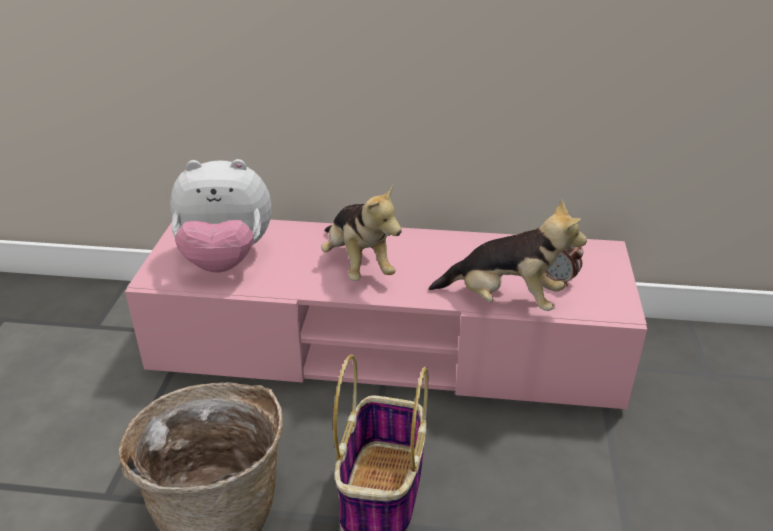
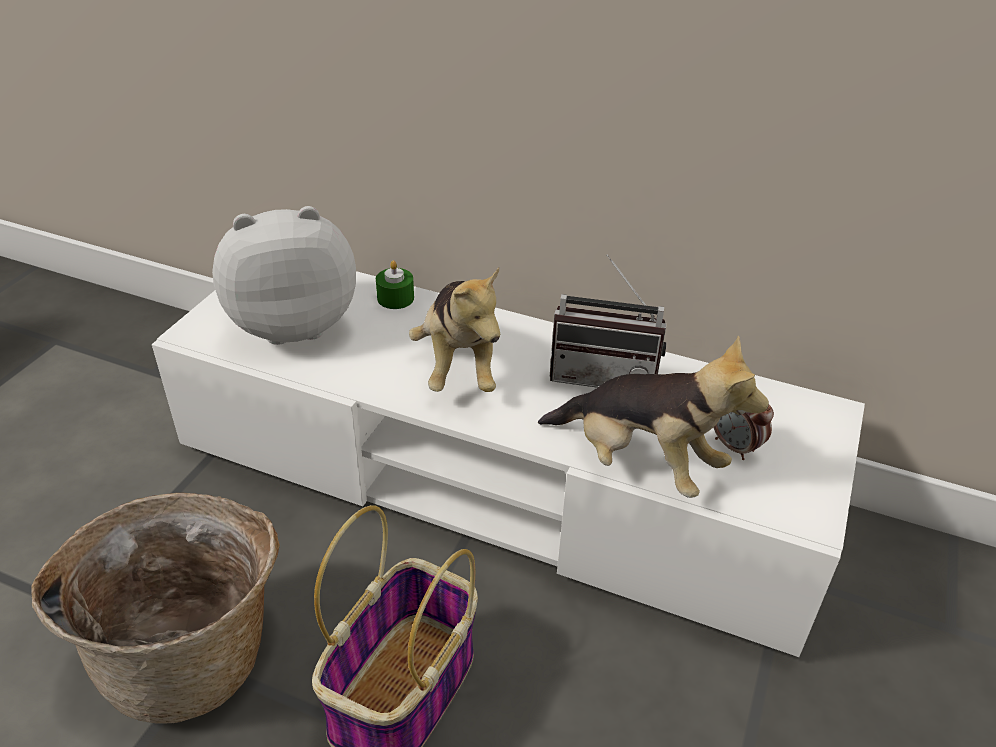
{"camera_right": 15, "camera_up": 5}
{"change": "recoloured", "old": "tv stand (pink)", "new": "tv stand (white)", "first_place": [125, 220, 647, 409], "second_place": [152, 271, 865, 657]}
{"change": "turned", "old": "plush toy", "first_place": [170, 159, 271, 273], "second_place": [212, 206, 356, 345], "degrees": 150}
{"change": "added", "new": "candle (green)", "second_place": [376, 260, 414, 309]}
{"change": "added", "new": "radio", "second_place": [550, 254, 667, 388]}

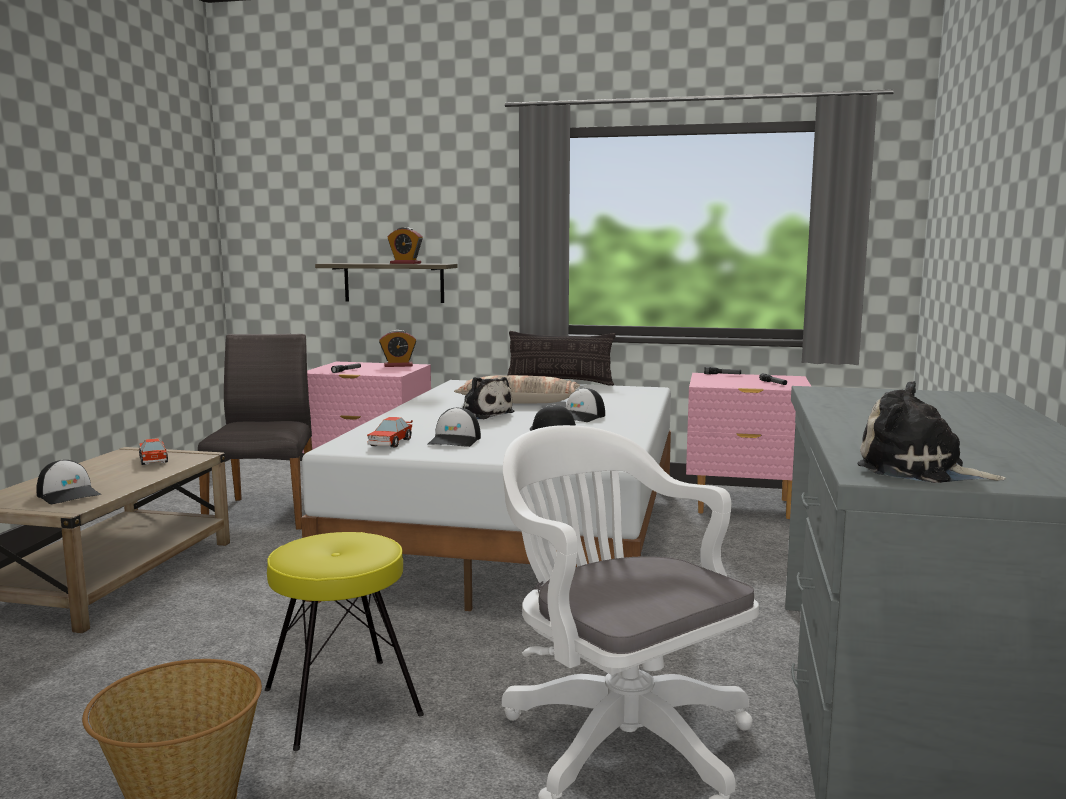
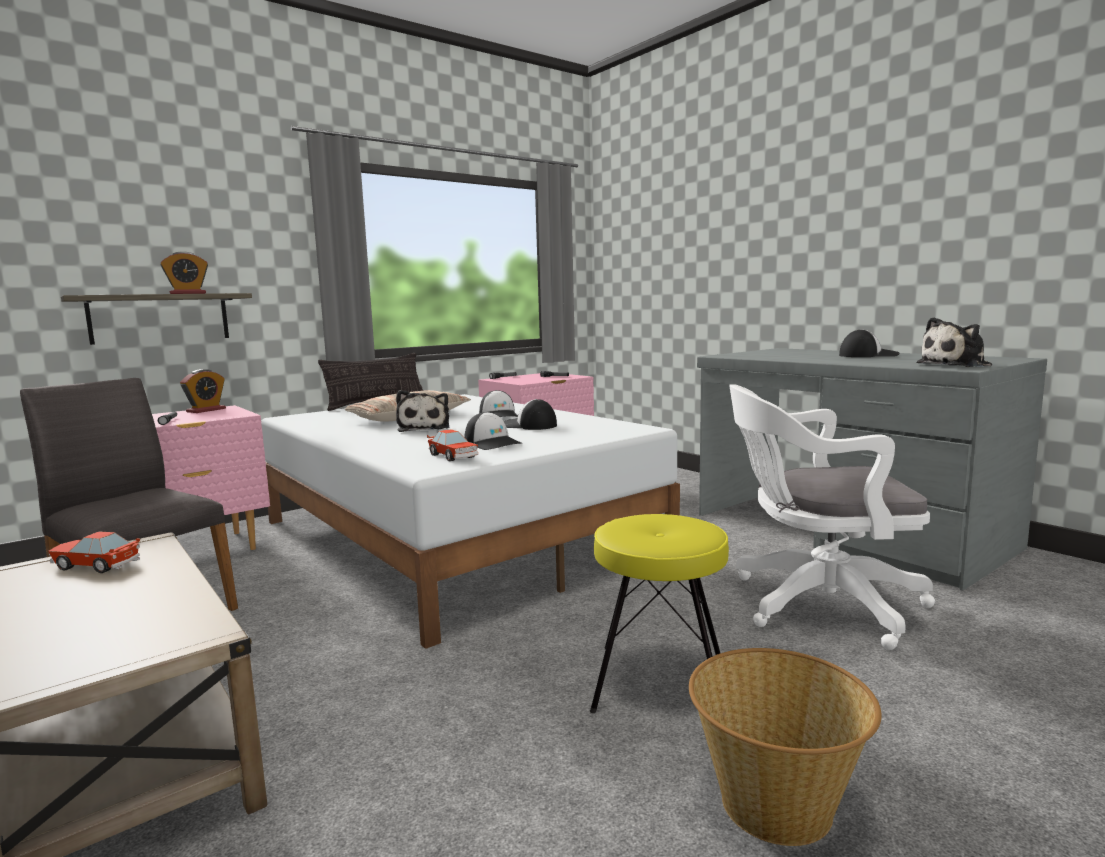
{"camera_right": -50, "camera_up": 0}
{"change": "moved", "old": "cap", "first_place": [36, 460, 101, 504], "second_place": [839, 329, 900, 357]}
{"change": "turned", "old": "plush toy", "first_place": [463, 377, 514, 419], "second_place": [396, 390, 449, 432], "degrees": 90}

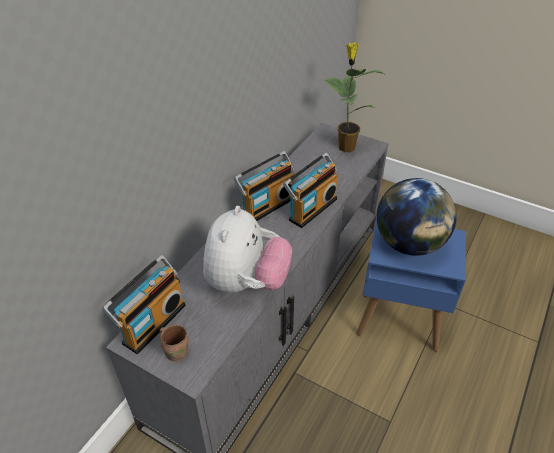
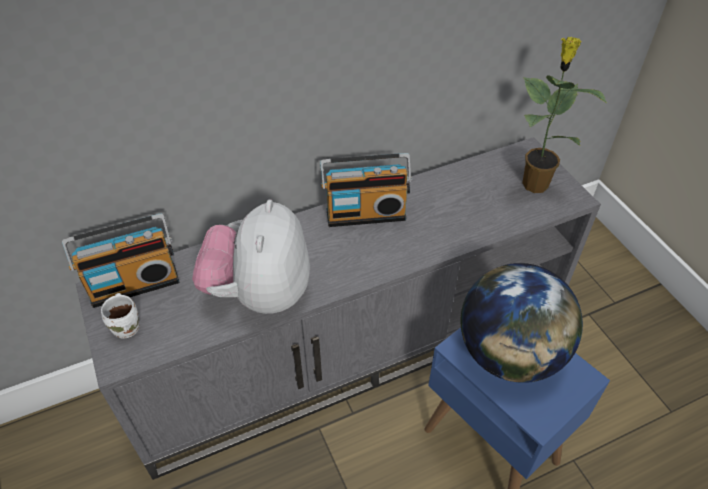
{"camera_right": 35, "camera_up": 5}
{"change": "recoloured", "old": "mug (brown)", "new": "mug (white)", "first_place": [160, 324, 189, 361], "second_place": [101, 293, 139, 339]}
{"change": "turned", "old": "plush toy", "first_place": [203, 206, 292, 293], "second_place": [192, 199, 310, 314], "degrees": 135}
{"change": "removed", "old": "radio", "first_place": [283, 153, 338, 228]}

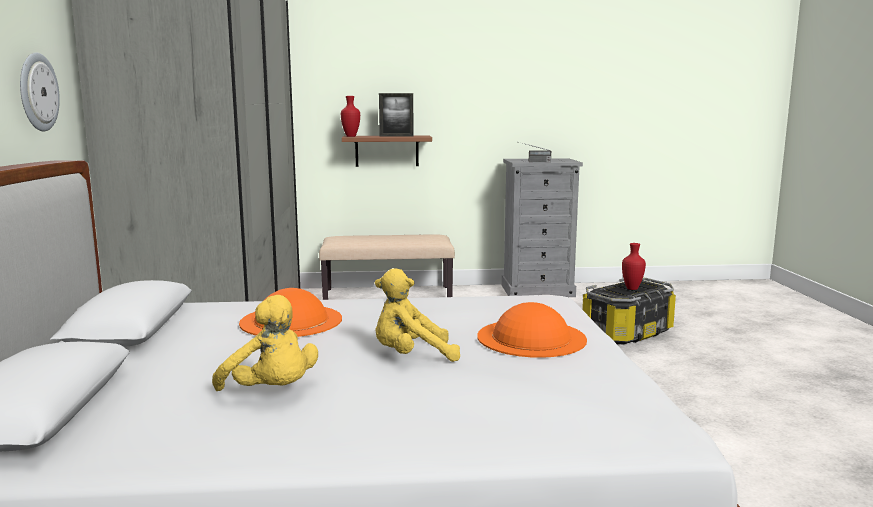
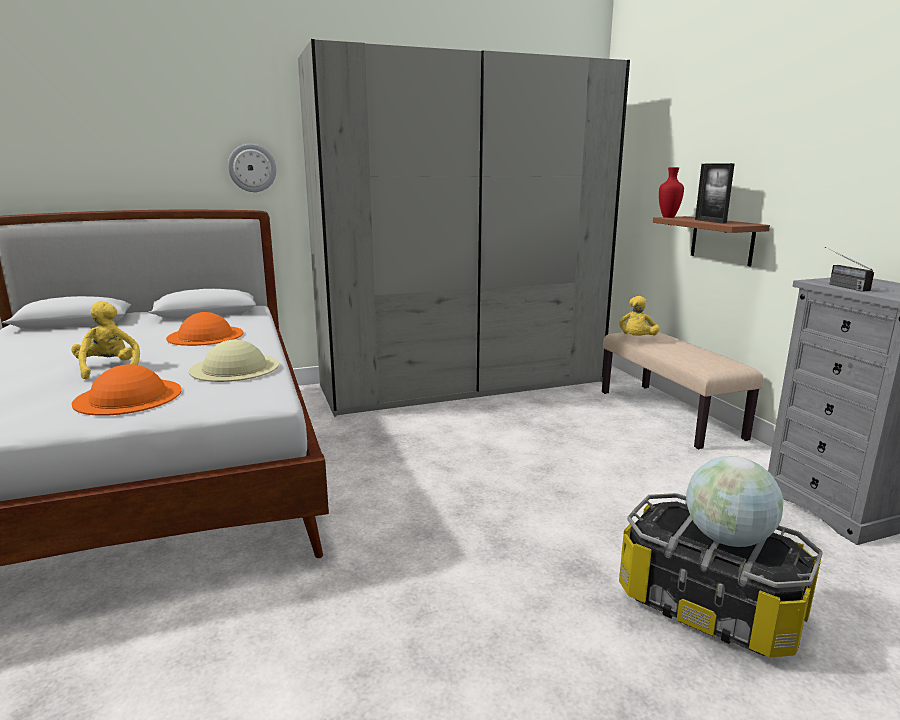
{"camera_right": 75, "camera_up": 5}
{"change": "moved", "old": "plush toy (yellow)", "first_place": [212, 295, 318, 391], "second_place": [619, 296, 660, 336]}
{"change": "replaced", "old": "vase (red)", "new": "globe", "first_place": [622, 243, 646, 290], "second_place": [686, 456, 783, 547]}
{"change": "added", "new": "hat (beige)", "second_place": [189, 340, 279, 382]}

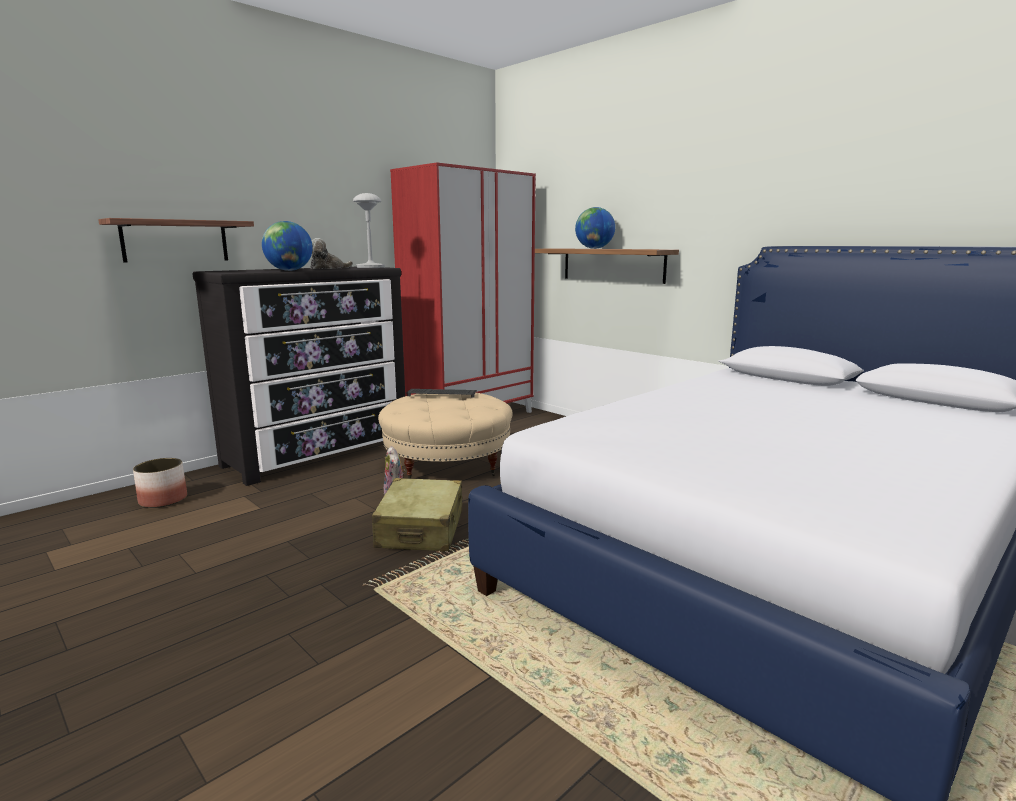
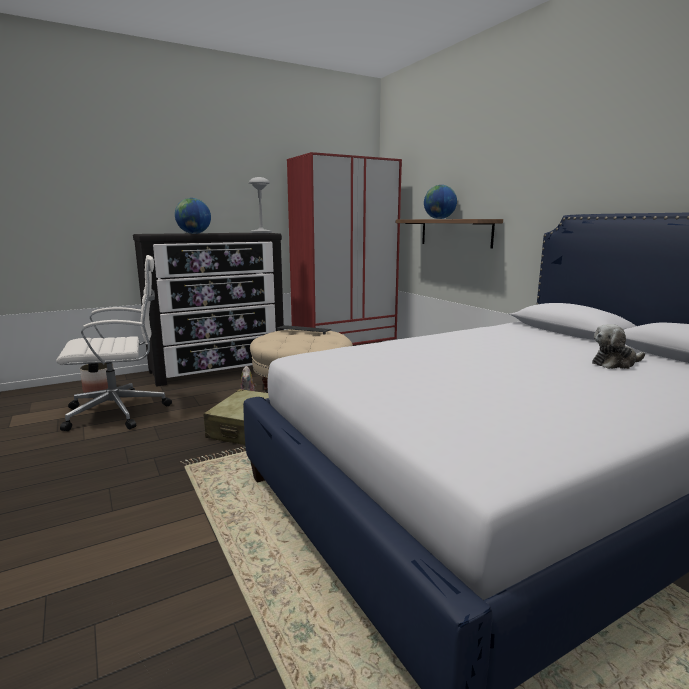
{"camera_right": 15, "camera_up": 0}
{"change": "removed", "old": "shelf", "first_place": [98, 218, 254, 263]}
{"change": "moved", "old": "plush toy", "first_place": [310, 238, 353, 269], "second_place": [592, 324, 645, 369]}
{"change": "added", "new": "office chair (white)", "second_place": [56, 255, 172, 431]}

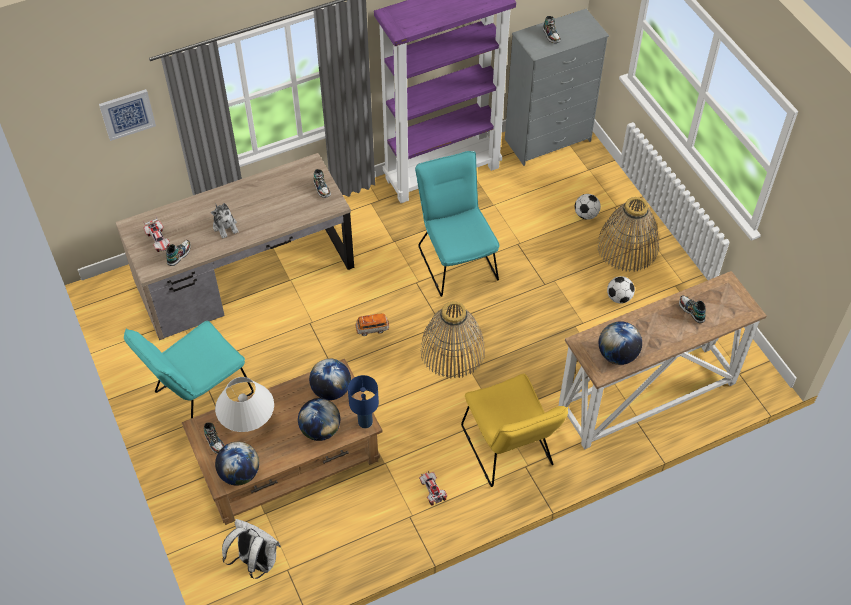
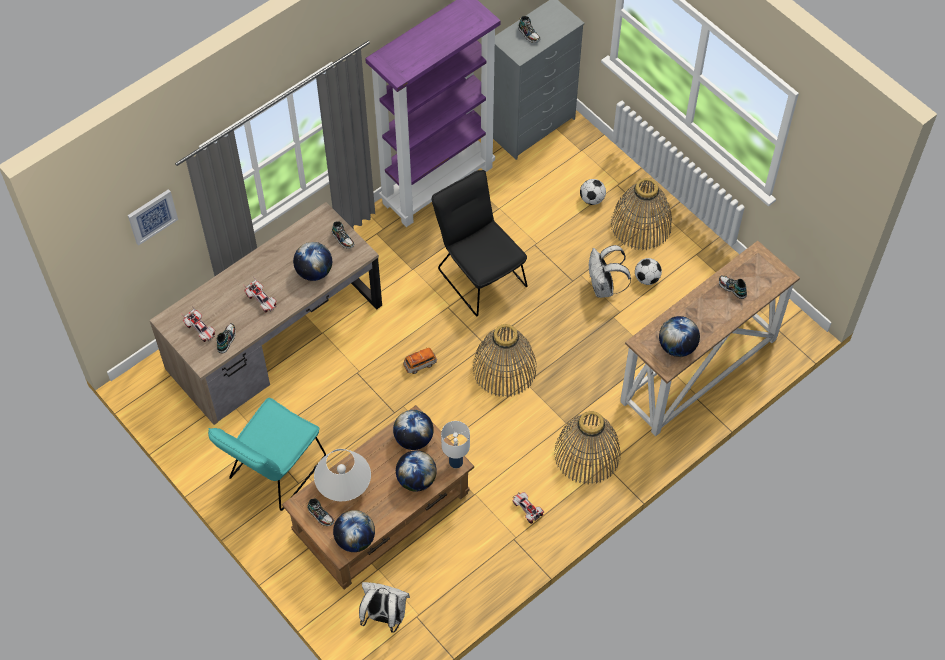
{"camera_right": -15, "camera_up": 5}
{"change": "replaced", "old": "plush toy", "new": "toy car", "first_place": [211, 203, 239, 239], "second_place": [244, 278, 276, 312]}
{"change": "recoloured", "old": "table lamp (blue)", "new": "table lamp (white)", "first_place": [348, 375, 379, 428], "second_place": [441, 421, 470, 468]}
{"change": "recoloured", "old": "chair (turquoise)", "new": "chair (black)", "first_place": [415, 151, 500, 297], "second_place": [432, 170, 528, 316]}
{"change": "replaced", "old": "chair (yellow)", "new": "basket", "first_place": [461, 373, 568, 487], "second_place": [554, 411, 621, 485]}
{"change": "added", "new": "globe", "second_place": [293, 242, 332, 281]}
{"change": "added", "new": "backpack (white)", "second_place": [589, 245, 631, 298]}

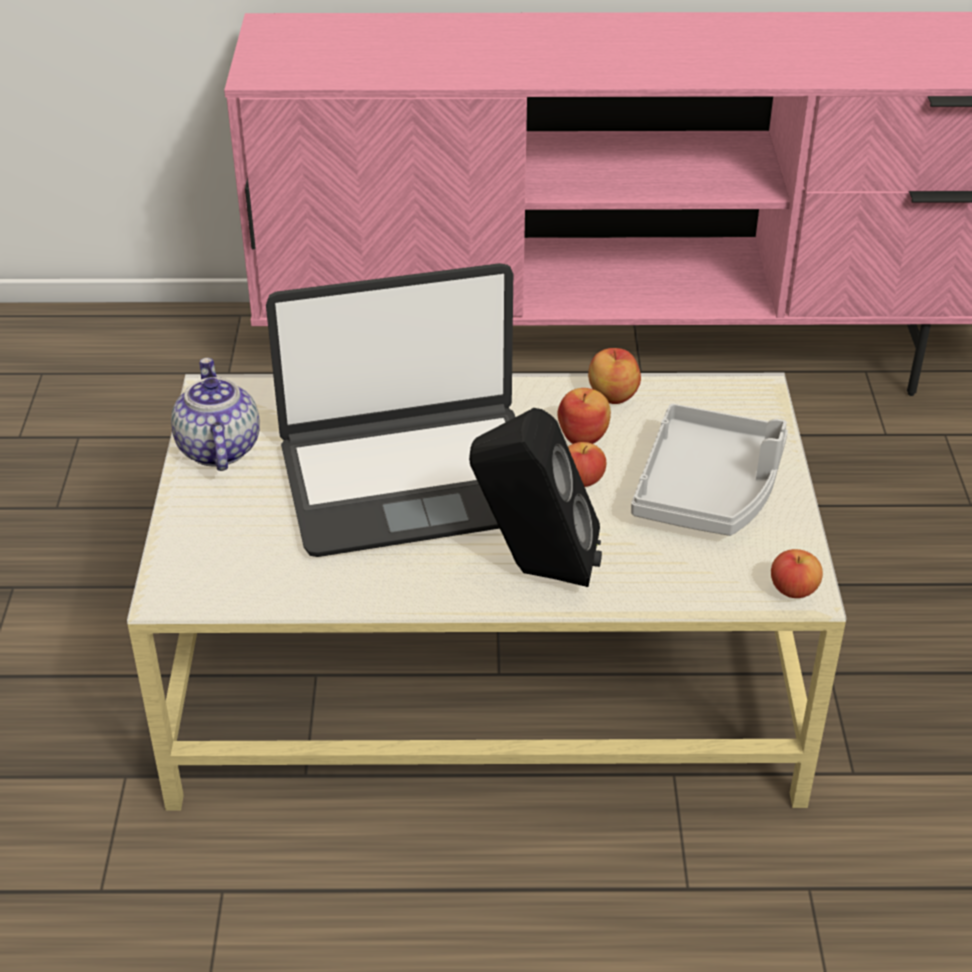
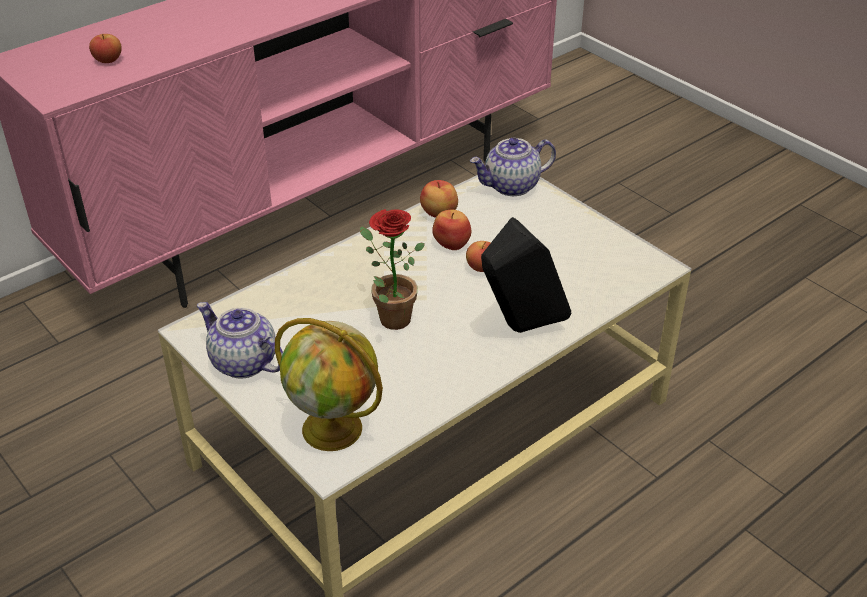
{"camera_right": -40, "camera_up": 0}
{"change": "replaced", "old": "laptop", "new": "potted plant", "first_place": [266, 263, 515, 557], "second_place": [360, 209, 425, 330]}
{"change": "removed", "old": "tray (grey)", "first_place": [631, 404, 788, 536]}
{"change": "moved", "old": "apple", "first_place": [771, 549, 823, 598], "second_place": [89, 34, 122, 63]}
{"change": "added", "new": "globe", "second_place": [275, 318, 383, 451]}
{"change": "added", "new": "teapot", "second_place": [470, 137, 556, 196]}

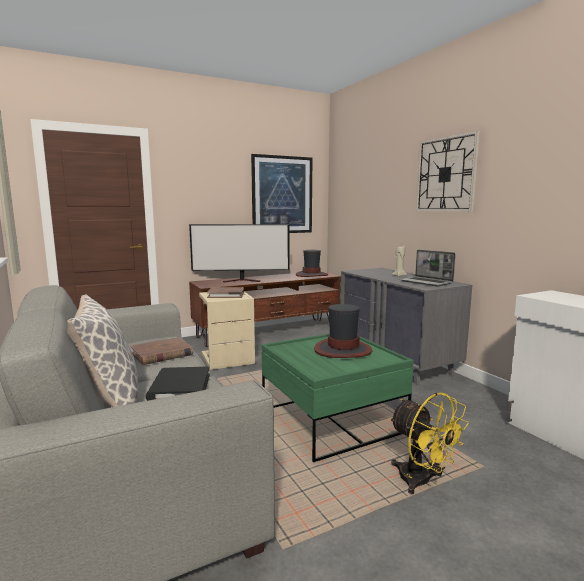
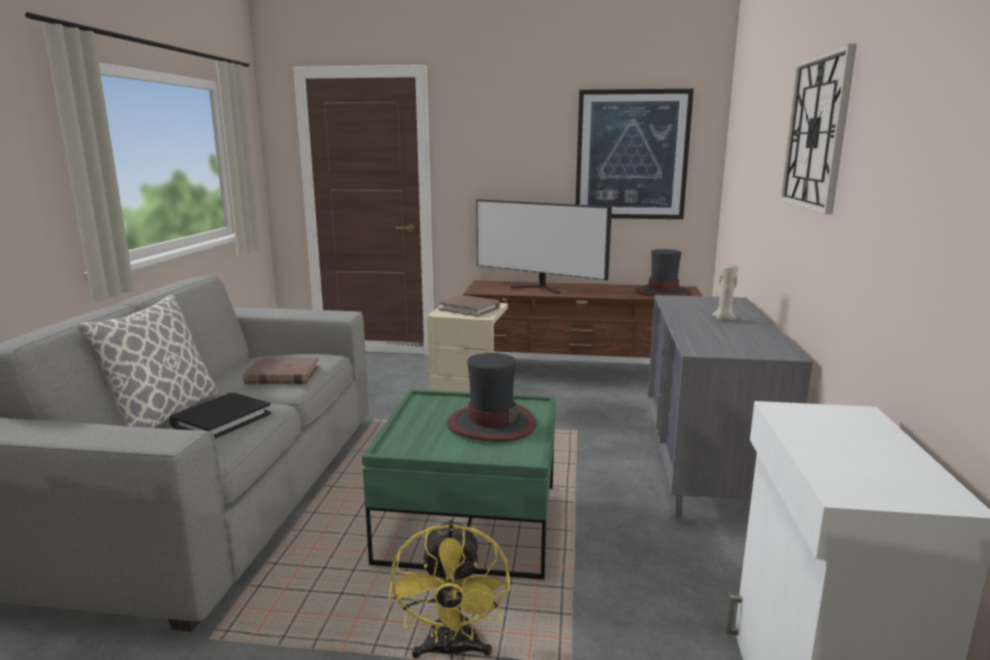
{"camera_right": 35, "camera_up": 5}
{"change": "removed", "old": "laptop", "first_place": [400, 250, 456, 286]}

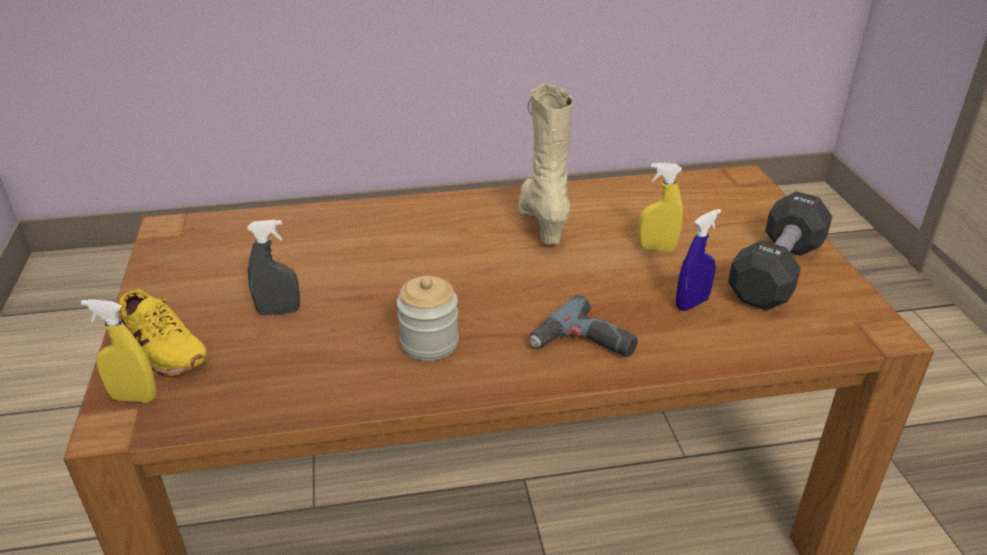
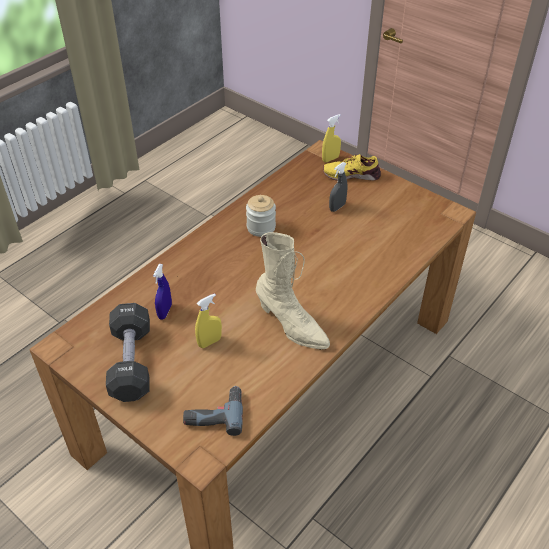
{"camera_right": 140, "camera_up": 10}
{"change": "moved", "old": "power drill", "first_place": [530, 295, 638, 357], "second_place": [183, 386, 243, 436]}

